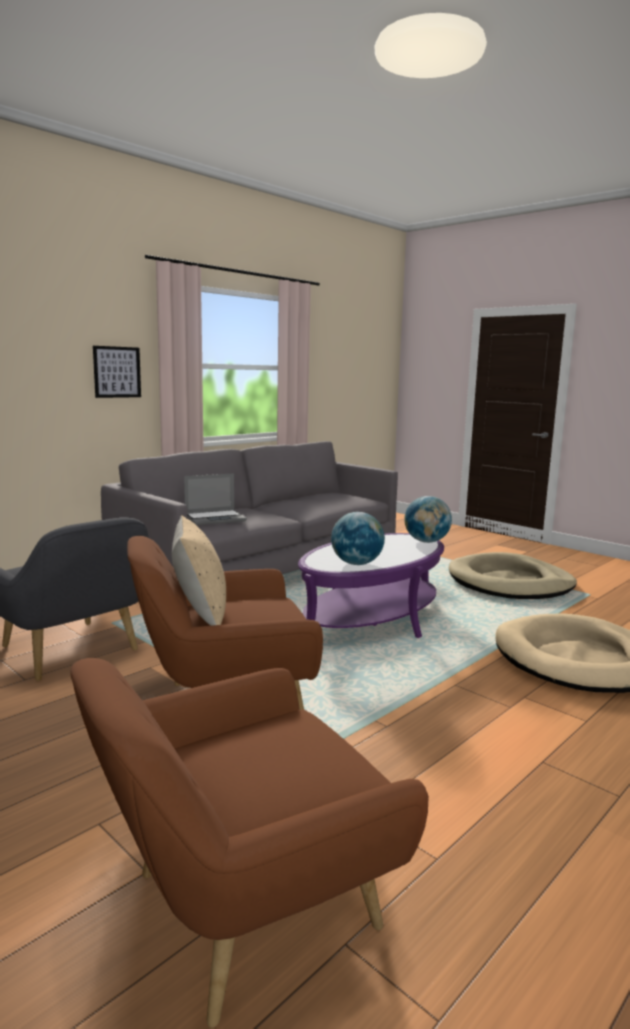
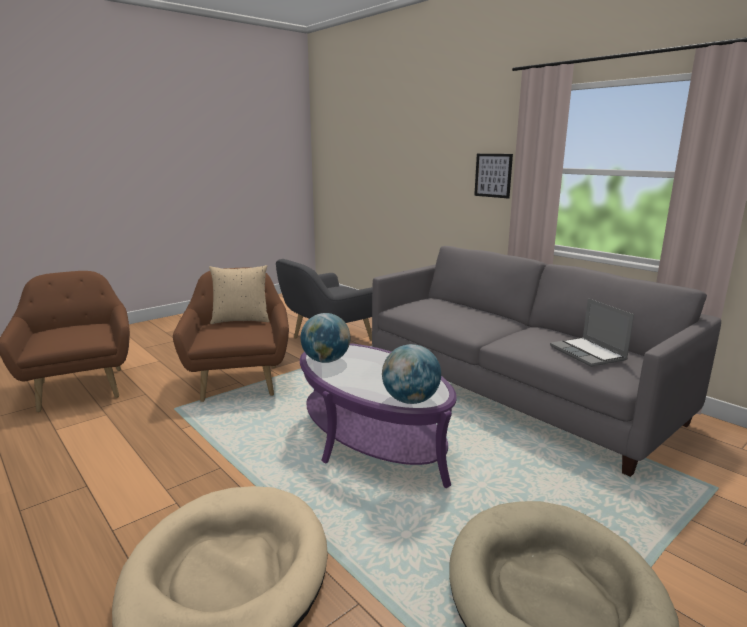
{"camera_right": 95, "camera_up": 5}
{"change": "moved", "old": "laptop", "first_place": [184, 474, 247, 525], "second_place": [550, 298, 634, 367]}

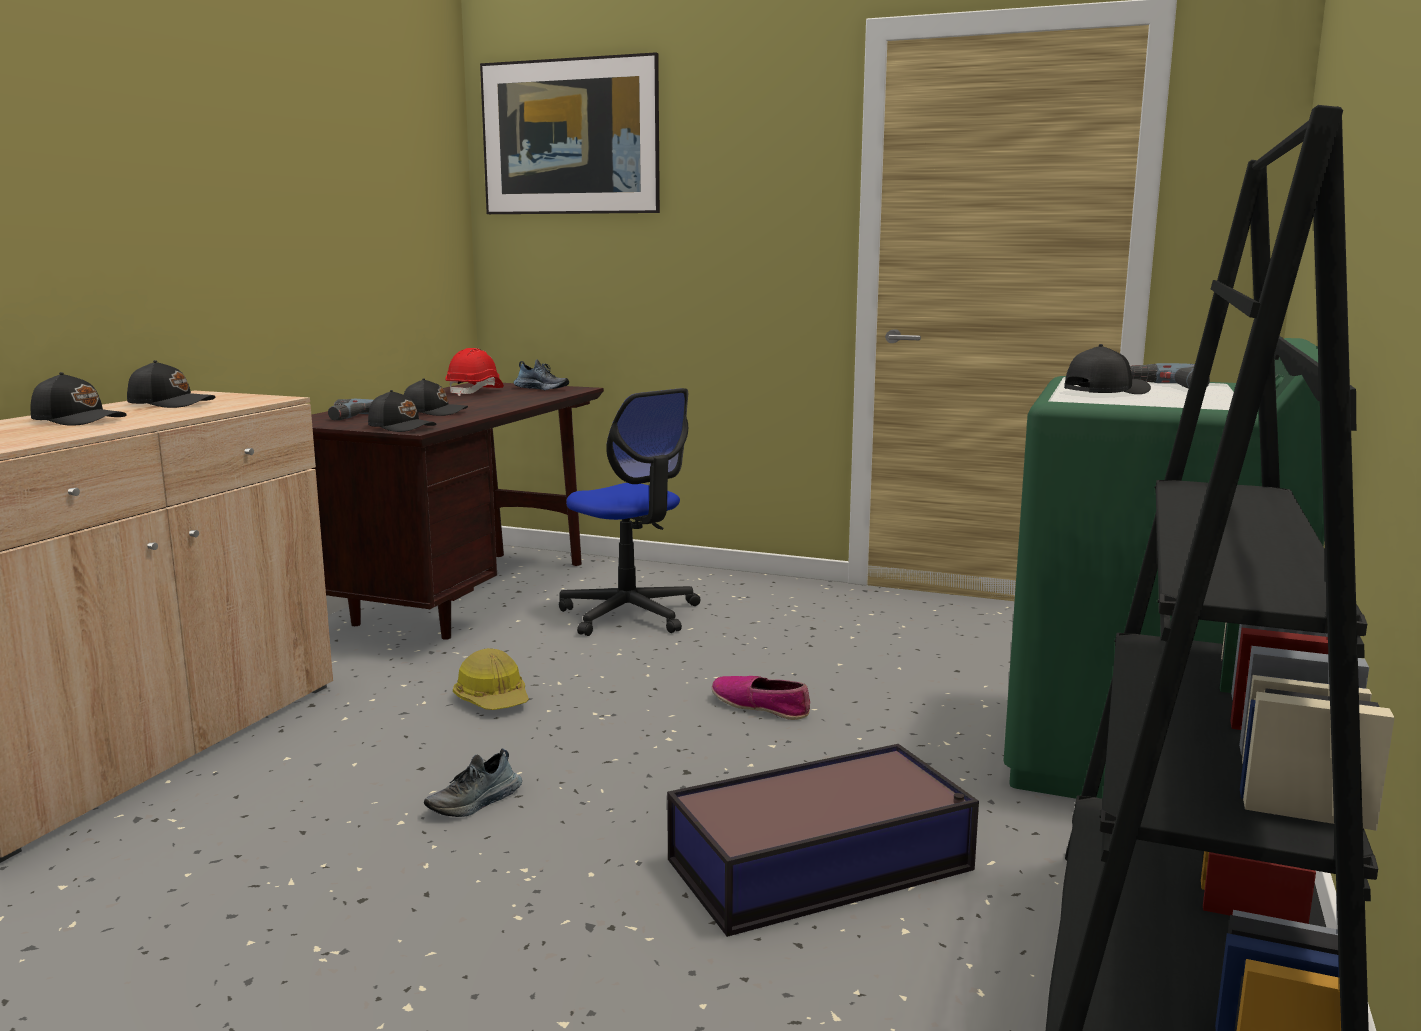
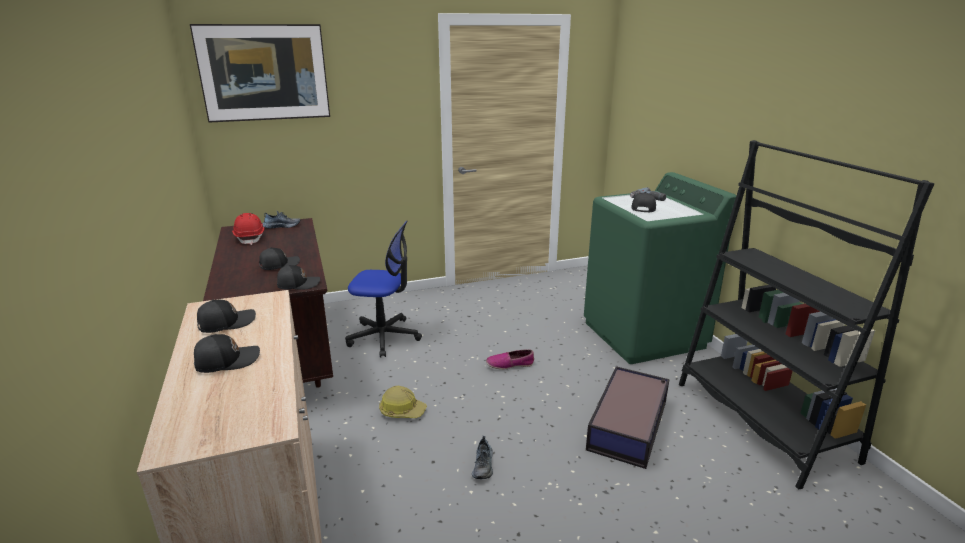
{"camera_right": -40, "camera_up": 10}
{"change": "removed", "old": "power drill", "first_place": [328, 399, 373, 420]}

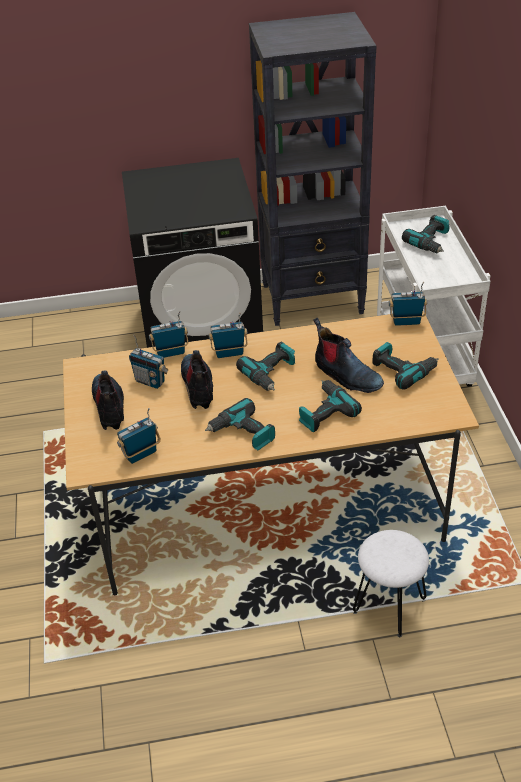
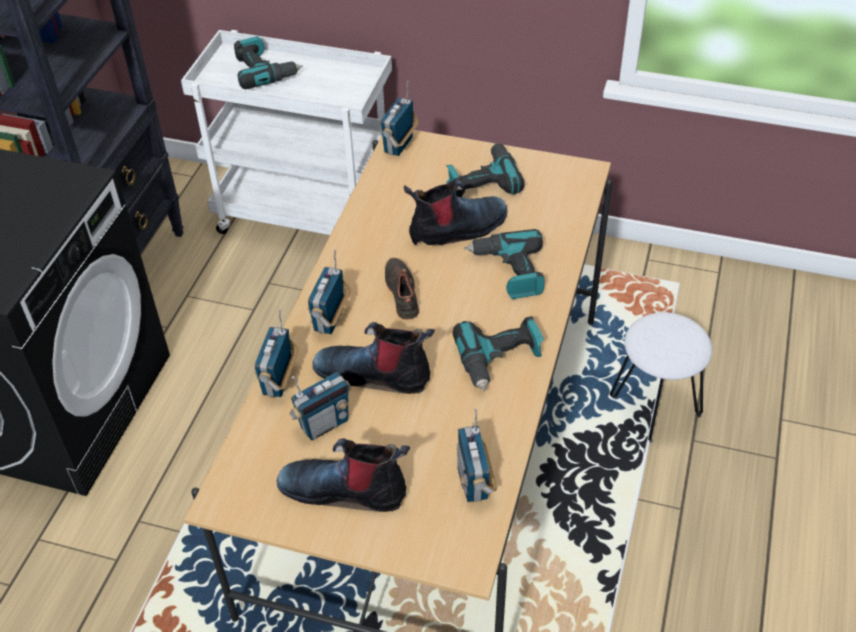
{"camera_right": -65, "camera_up": 5}
{"change": "replaced", "old": "power drill", "new": "shoe (black)", "first_place": [236, 341, 295, 391], "second_place": [385, 258, 419, 320]}

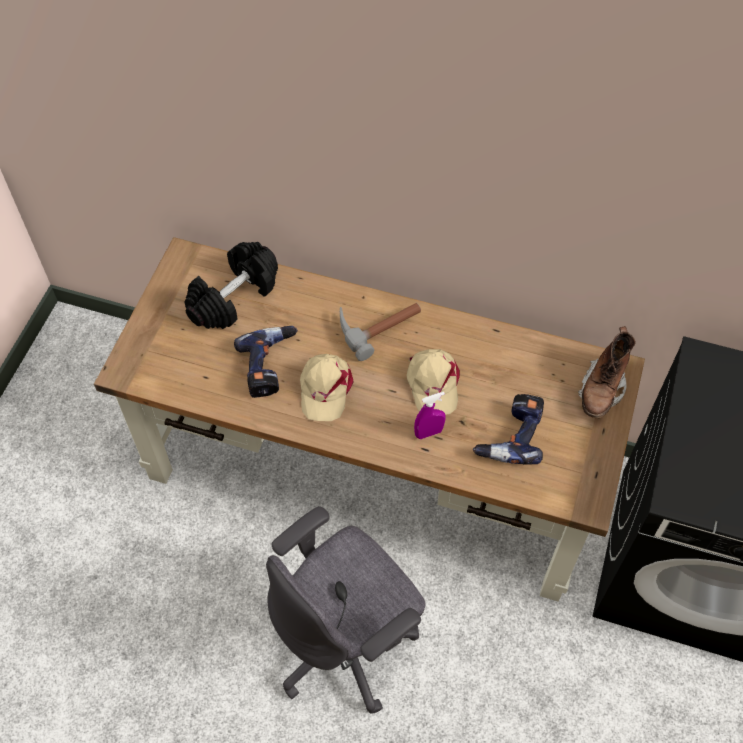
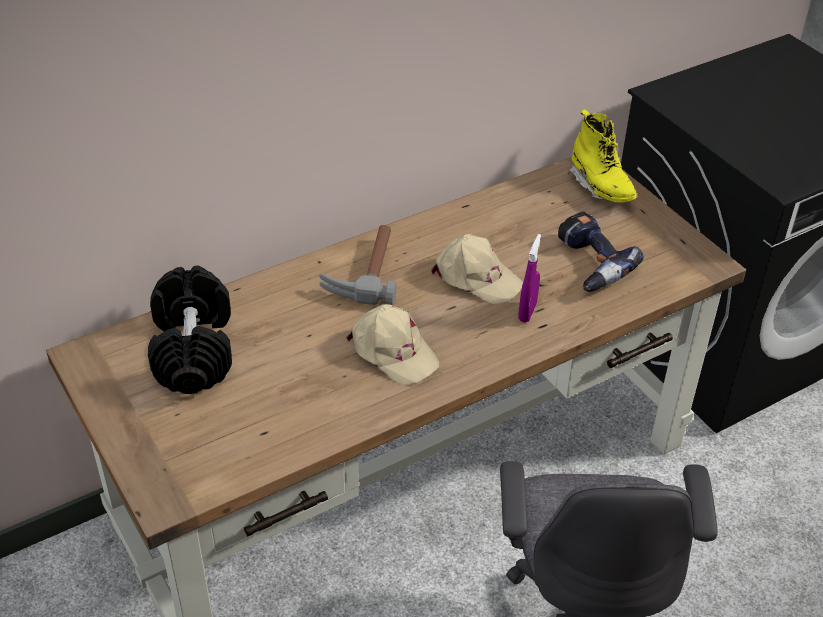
{"camera_right": -50, "camera_up": -15}
{"change": "removed", "old": "power drill", "first_place": [234, 326, 298, 398]}
{"change": "recoloured", "old": "boot (brown)", "new": "boot (yellow)", "first_place": [578, 326, 636, 418], "second_place": [568, 109, 637, 203]}

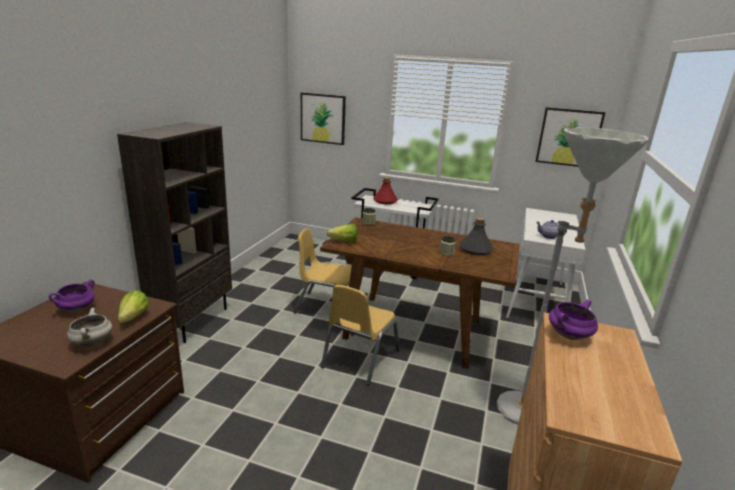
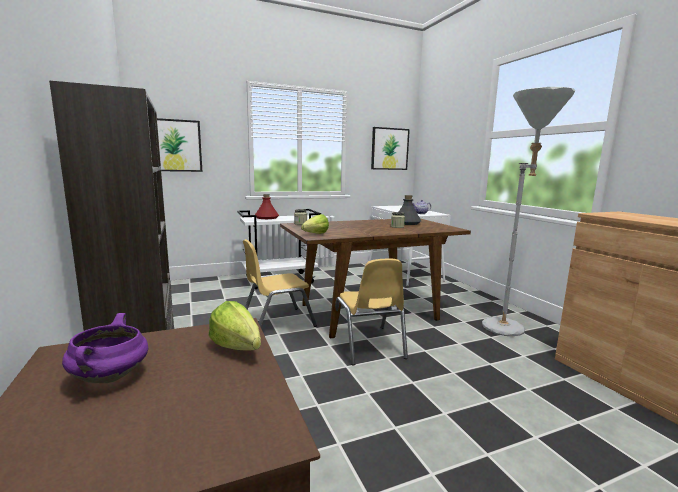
{"camera_right": -40, "camera_up": -10}
{"change": "removed", "old": "cooking pot (white)", "first_place": [67, 308, 112, 347]}
{"change": "removed", "old": "cooking pot (purple)", "first_place": [549, 300, 598, 340]}

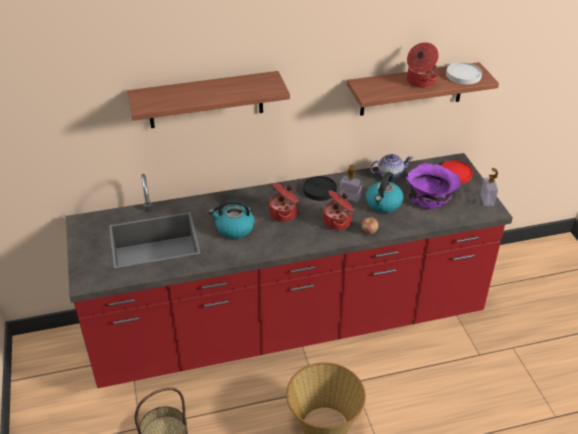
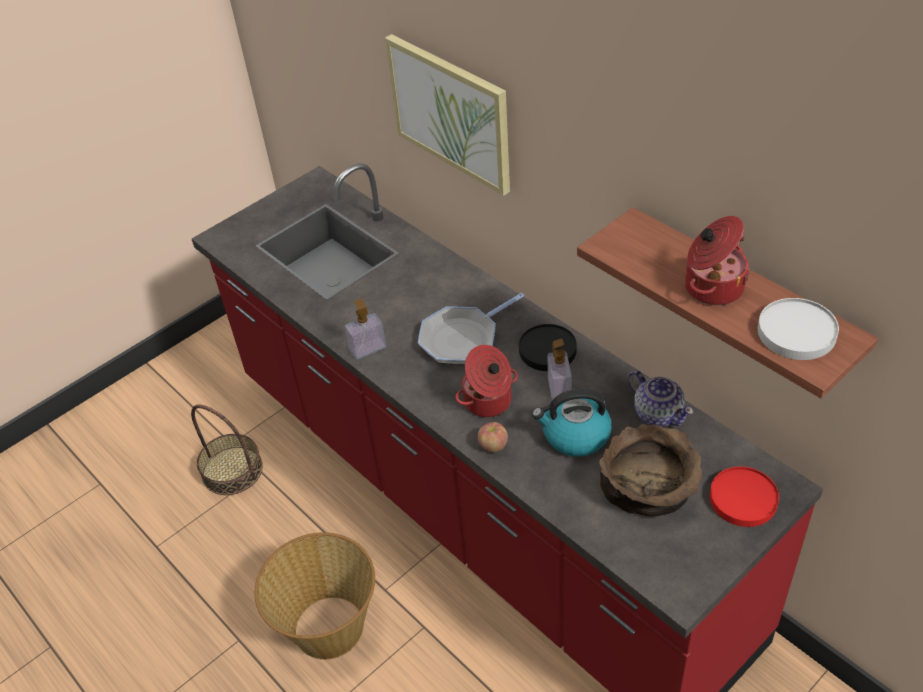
{"camera_right": 65, "camera_up": 5}
{"change": "replaced", "old": "shelf", "new": "picture", "first_place": [127, 71, 290, 128], "second_place": [385, 34, 510, 196]}
{"change": "removed", "old": "kettle", "first_place": [209, 199, 255, 239]}
{"change": "replaced", "old": "cooking pot", "new": "frying pan", "first_place": [268, 183, 299, 222], "second_place": [418, 293, 524, 364]}
{"change": "recoloured", "old": "bowl (purple)", "new": "bowl (brown)", "first_place": [406, 163, 461, 209], "second_place": [599, 424, 702, 516]}
{"change": "moved", "old": "soap dispenser", "first_place": [480, 168, 498, 206], "second_place": [345, 298, 386, 360]}

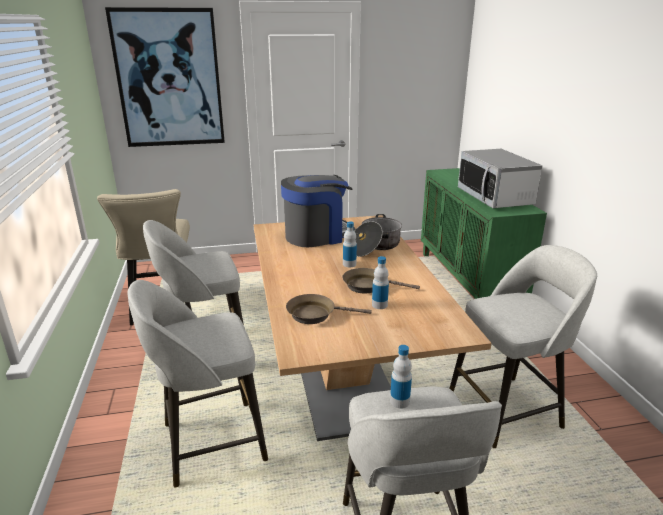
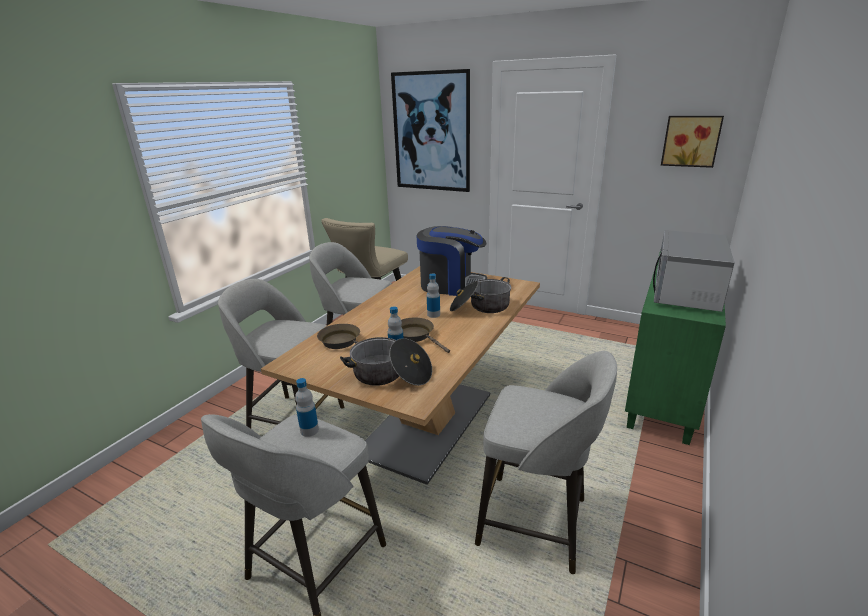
{"camera_right": 40, "camera_up": 0}
{"change": "added", "new": "cooking pot", "second_place": [340, 337, 432, 386]}
{"change": "added", "new": "picture", "second_place": [661, 116, 724, 168]}

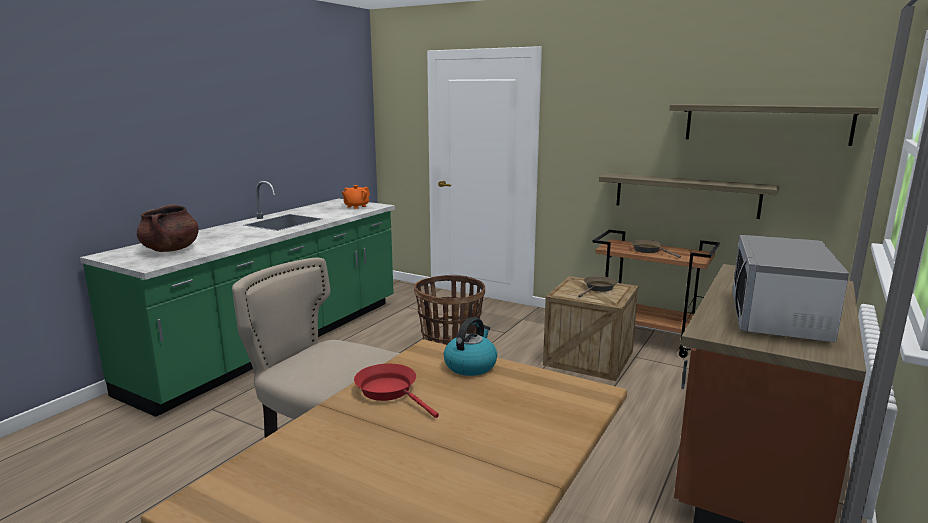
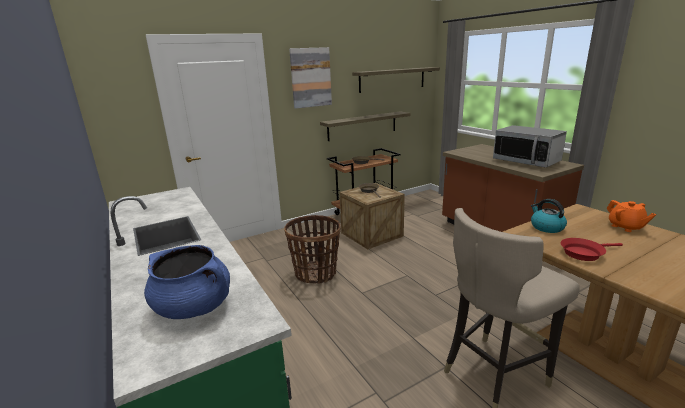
{"camera_right": -60, "camera_up": 5}
{"change": "recoloured", "old": "cooking pot (brown)", "new": "cooking pot (blue)", "first_place": [137, 205, 199, 252], "second_place": [144, 245, 230, 319]}
{"change": "moved", "old": "teapot (orange)", "first_place": [342, 185, 370, 209], "second_place": [607, 200, 657, 232]}
{"change": "added", "new": "picture", "second_place": [289, 47, 332, 109]}

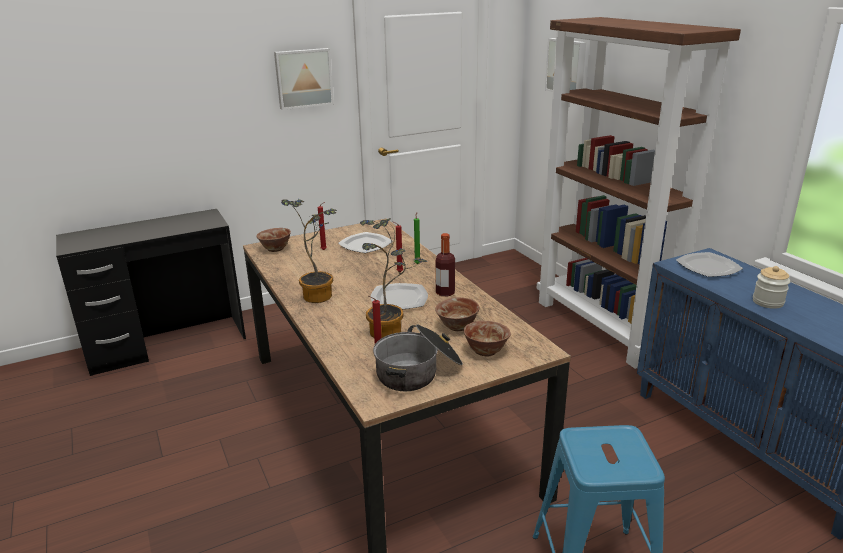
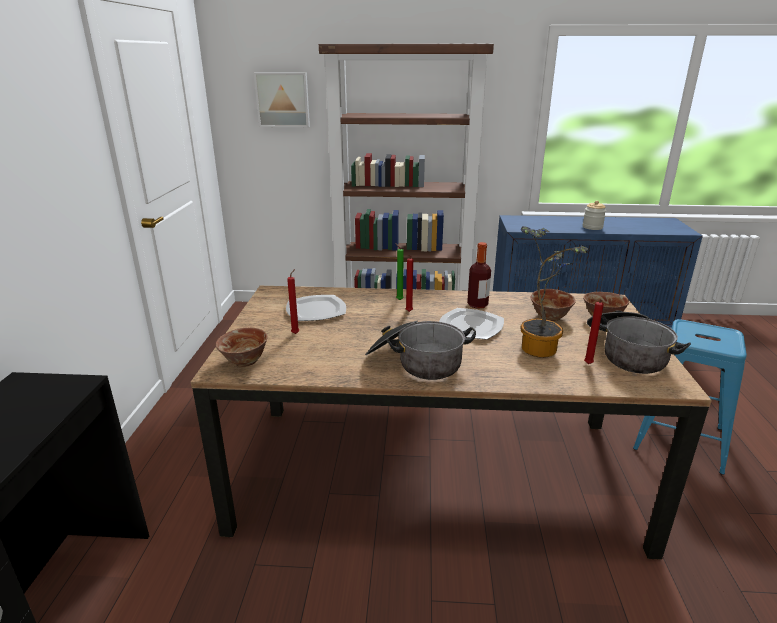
{"camera_right": -60, "camera_up": 0}
{"change": "removed", "old": "picture", "first_place": [274, 48, 334, 110]}
{"change": "replaced", "old": "potted plant", "new": "cooking pot", "first_place": [281, 199, 337, 303], "second_place": [365, 320, 476, 380]}
{"change": "removed", "old": "plate", "first_place": [676, 252, 743, 277]}

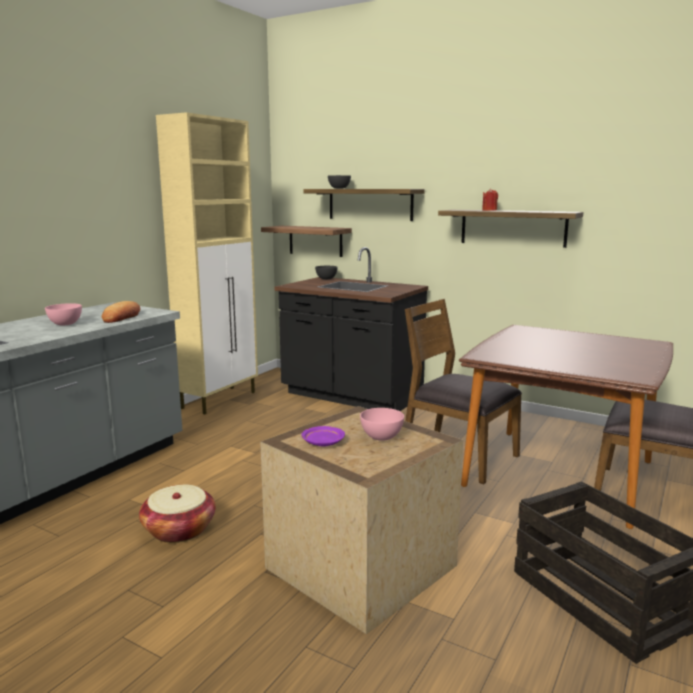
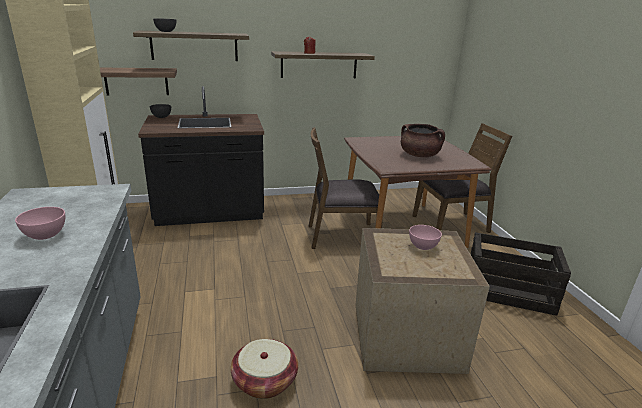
{"camera_right": -45, "camera_up": 10}
{"change": "removed", "old": "bread", "first_place": [102, 301, 140, 323]}
{"change": "removed", "old": "plate (purple)", "first_place": [301, 426, 345, 447]}
{"change": "added", "new": "cooking pot (brown)", "second_place": [401, 124, 445, 157]}

